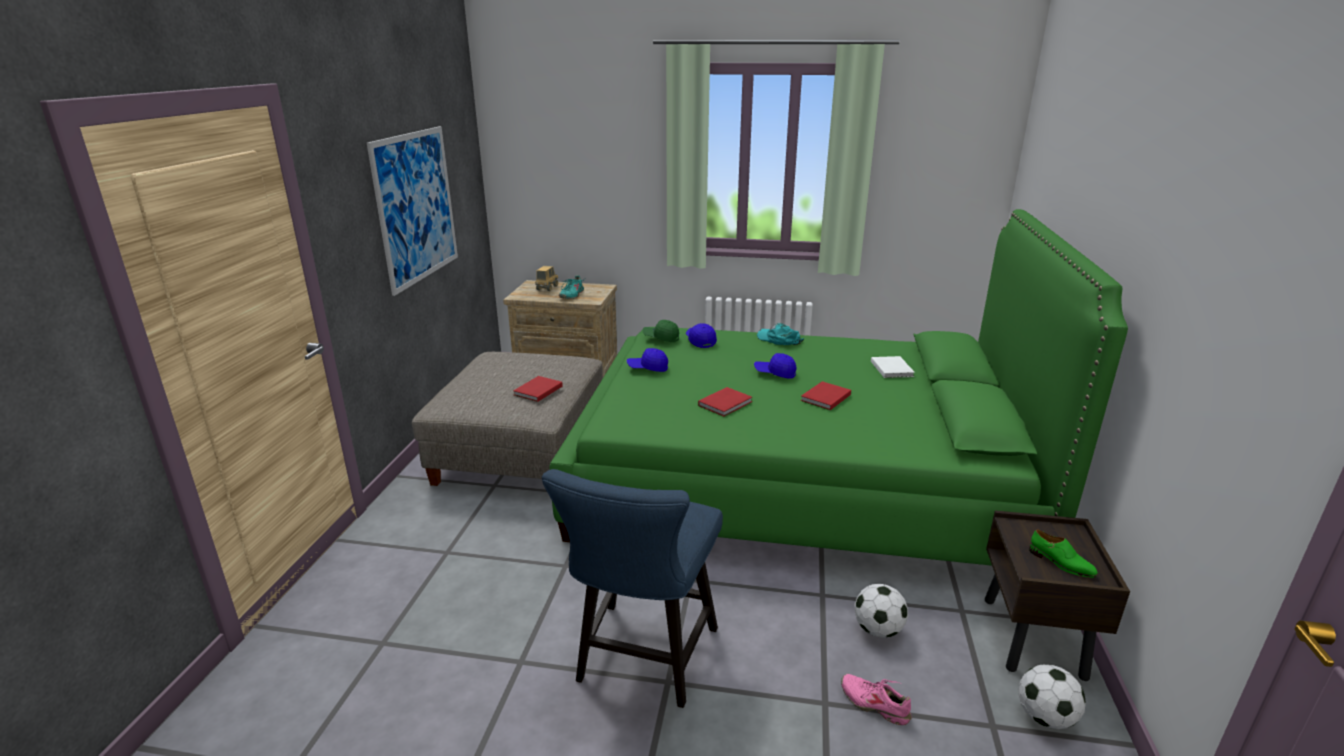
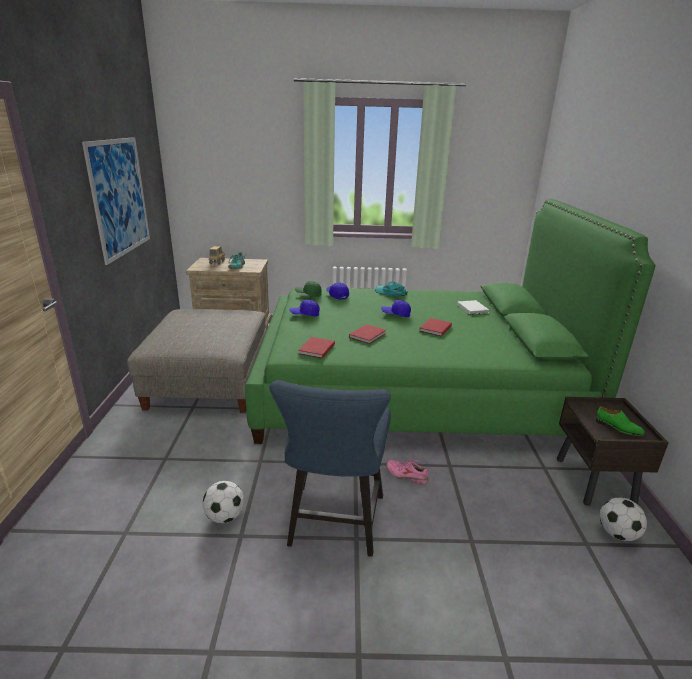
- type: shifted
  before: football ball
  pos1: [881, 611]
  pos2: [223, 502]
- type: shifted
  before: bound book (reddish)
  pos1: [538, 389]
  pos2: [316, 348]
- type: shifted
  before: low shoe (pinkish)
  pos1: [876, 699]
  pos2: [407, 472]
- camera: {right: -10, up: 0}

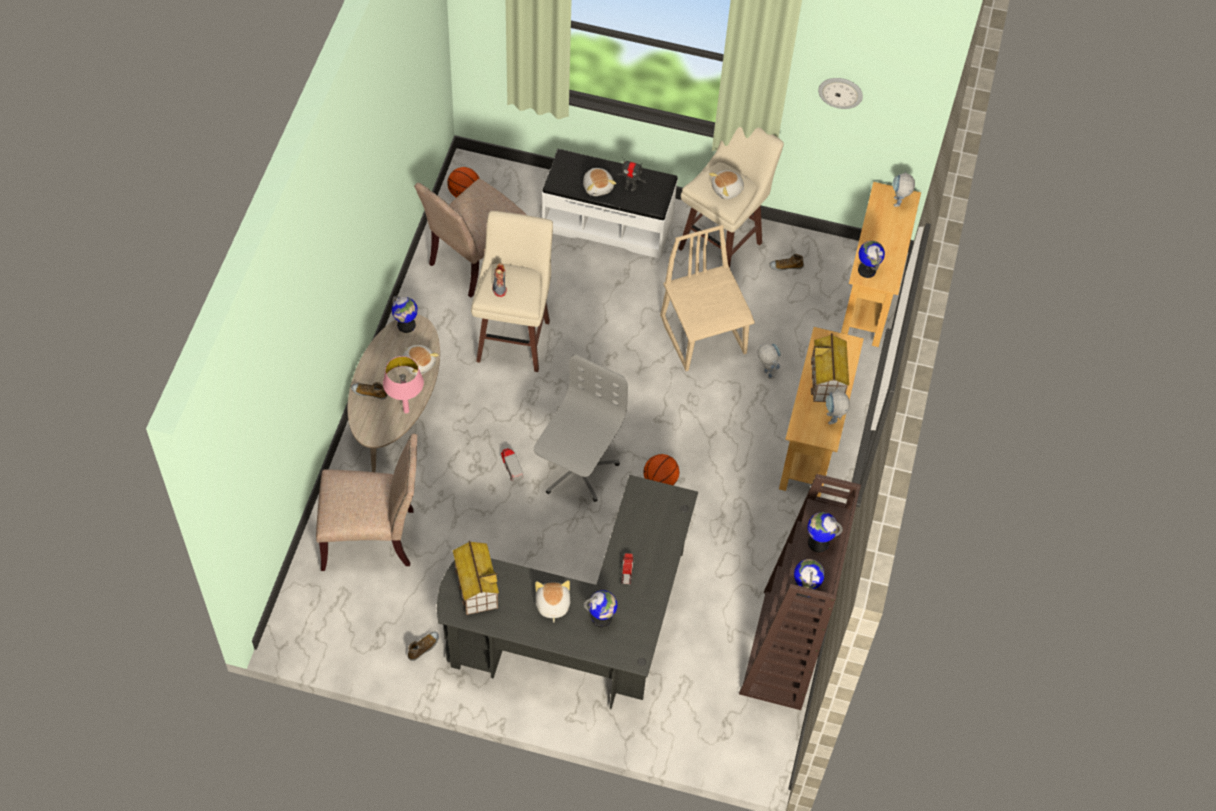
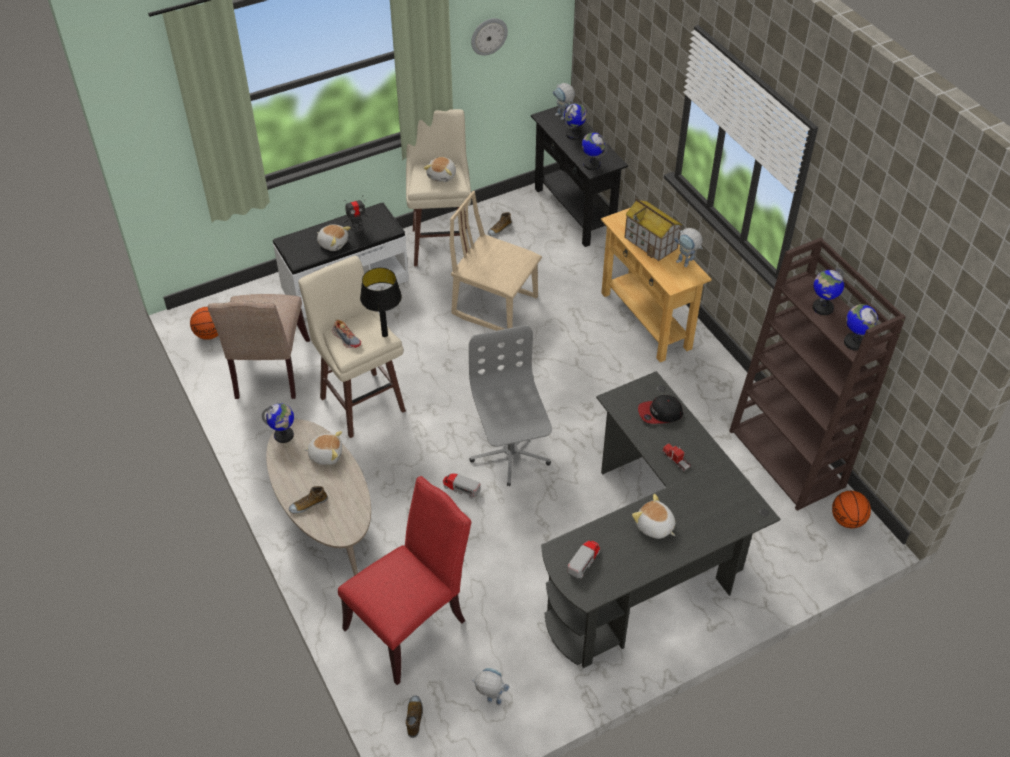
- type: repainted
  before: chair (beige)
  after: chair (reddish)
  pos1: [366, 502]
  pos2: [404, 580]
- type: new
  after: table lamp (blackish)
  pos2: [381, 302]
- type: shifted
  before: low shoe
  pos1: [423, 646]
  pos2: [414, 716]
- type: shifted
  before: toy robot
  pos1: [769, 361]
  pos2: [490, 687]
- type: repainted
  before: hall table (beige)
  after: hall table (blackish)
  pos1: [881, 264]
  pos2: [579, 175]
- type: shifted
  before: world globe
  pos1: [600, 608]
  pos2: [575, 121]
- type: swapped
  before: model house
  after: model truck
  pos1: [476, 578]
  pos2: [583, 559]
- type: new
  after: baseball cap
  pos2: [660, 409]
- type: shifted
  before: basketball
  pos1: [661, 469]
  pos2: [851, 510]
- type: gone
  before: table lamp (pinkish)
  pos1: [403, 384]
- camera: {right: -40, up: -10}

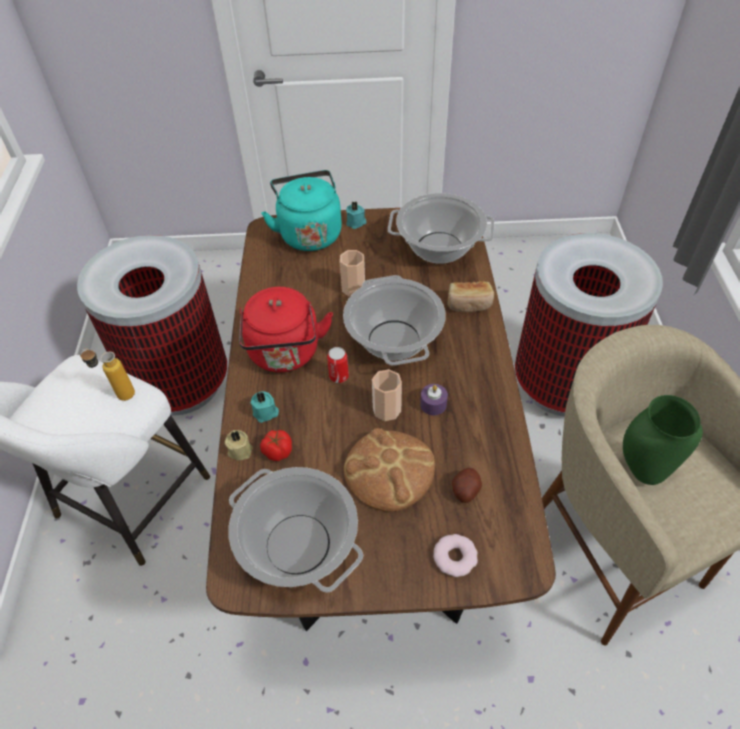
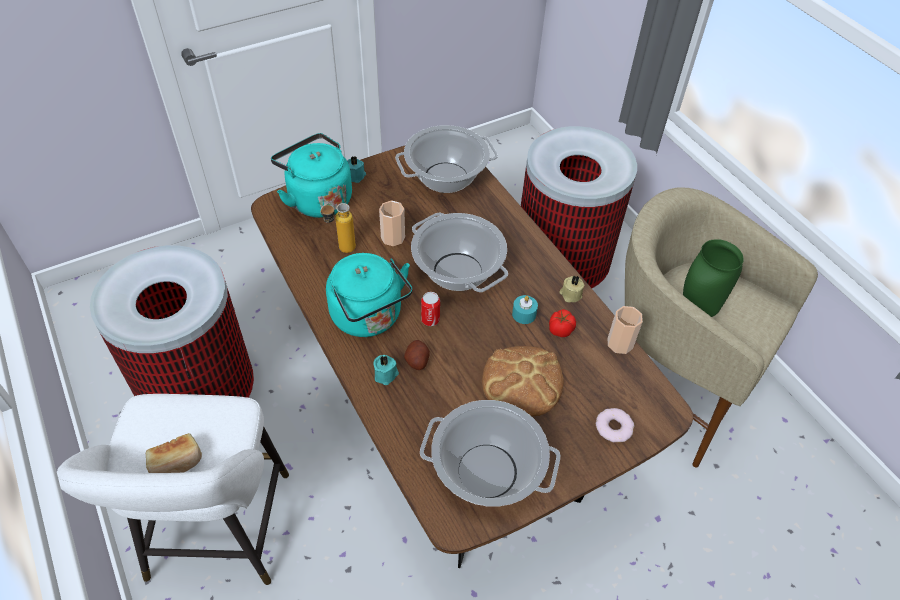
- type: shifted
  before: baked bread
  pos1: [470, 296]
  pos2: [174, 453]
- type: shifted
  before: beverage bottle
  pos1: [107, 375]
  pos2: [338, 228]
- type: repainted
  before: water kettle (reddish)
  after: water kettle (turquoise)
  pos1: [286, 329]
  pos2: [369, 295]
- type: shifted
  before: spud
  pos1: [467, 485]
  pos2: [417, 355]
- type: repainted
  before: wax candle (purple)
  after: wax candle (turquoise)
  pos1: [434, 399]
  pos2: [525, 309]
- type: shifted
  before: whole tomato
  pos1: [276, 445]
  pos2: [562, 323]
- type: shifted
  before: wax candle (beige)
  pos1: [239, 445]
  pos2: [571, 288]
- type: shifted
  before: small cup
  pos1: [387, 395]
  pos2: [625, 330]
- camera: {right: -30, up: 0}

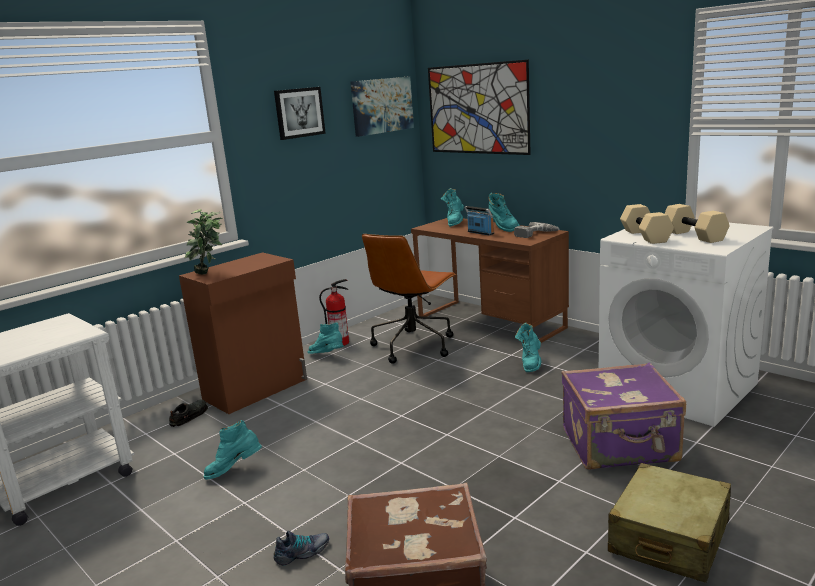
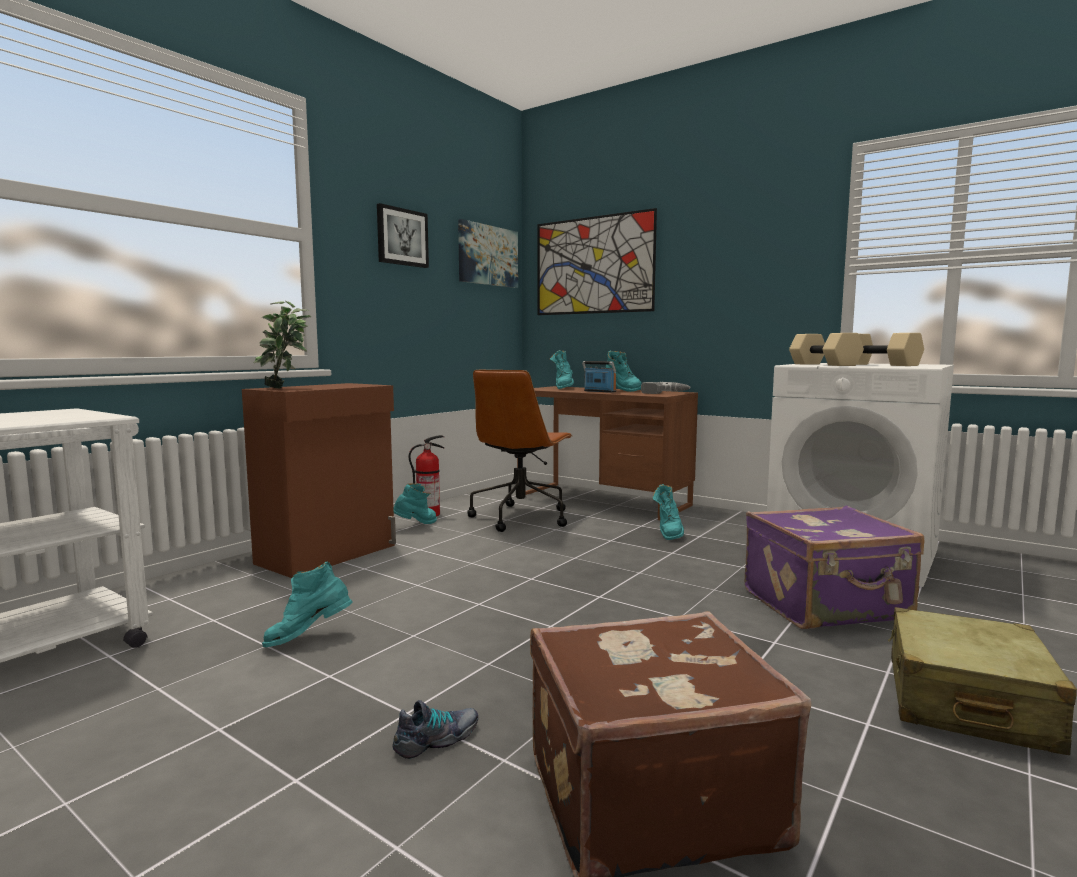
- type: rotated
  before: tall boot (turquoise)
  pos1: [326, 338]
  pos2: [415, 503]
  turn: 105
- type: gone
  before: low shoe (blackish)
  pos1: [188, 413]
- camera: {right: -10, up: -10}

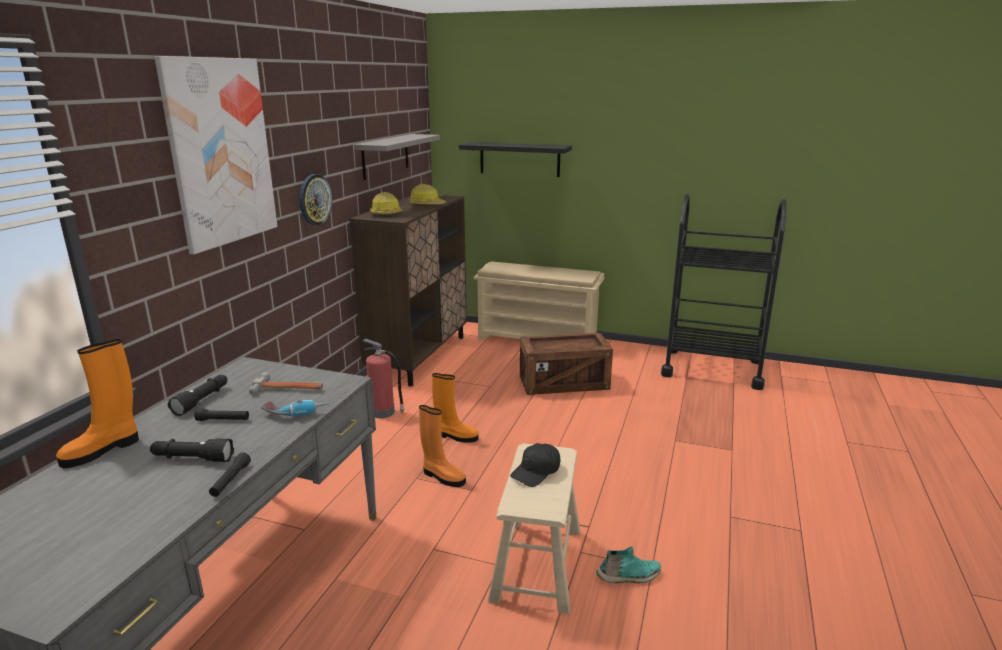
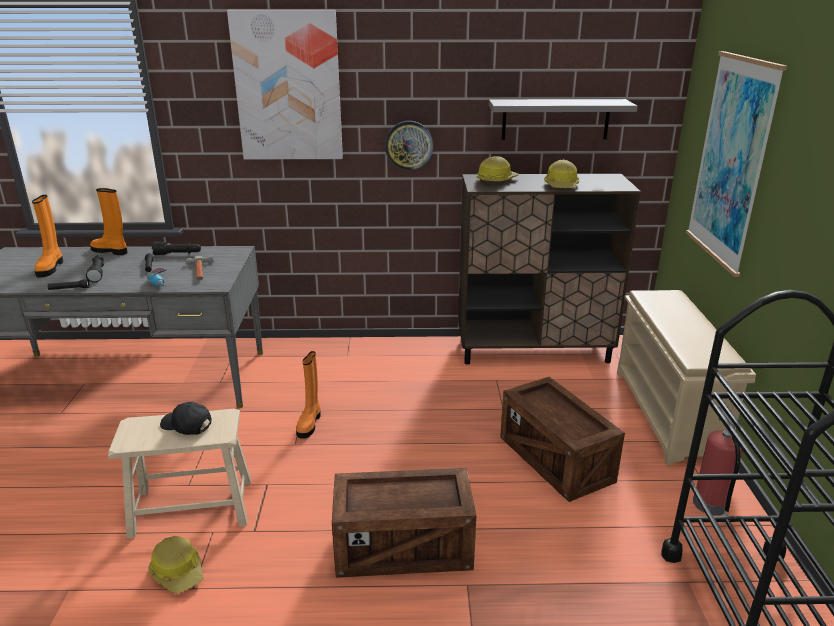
- type: shifted
  before: tall boot (orangey)
  pos1: [455, 408]
  pos2: [47, 236]
- type: swapped
  before: low shoe (turquoise)
  after: work helmet
  pos1: [628, 564]
  pos2: [176, 564]
- type: new
  after: crate
  pos2: [404, 523]
- type: swapped
  before: bracket shelf (blackish)
  after: wall picture
  pos1: [515, 159]
  pos2: [736, 164]
- type: shifted
  before: fire extinguisher
  pos1: [384, 378]
  pos2: [718, 465]
- camera: {right: 70, up: 5}

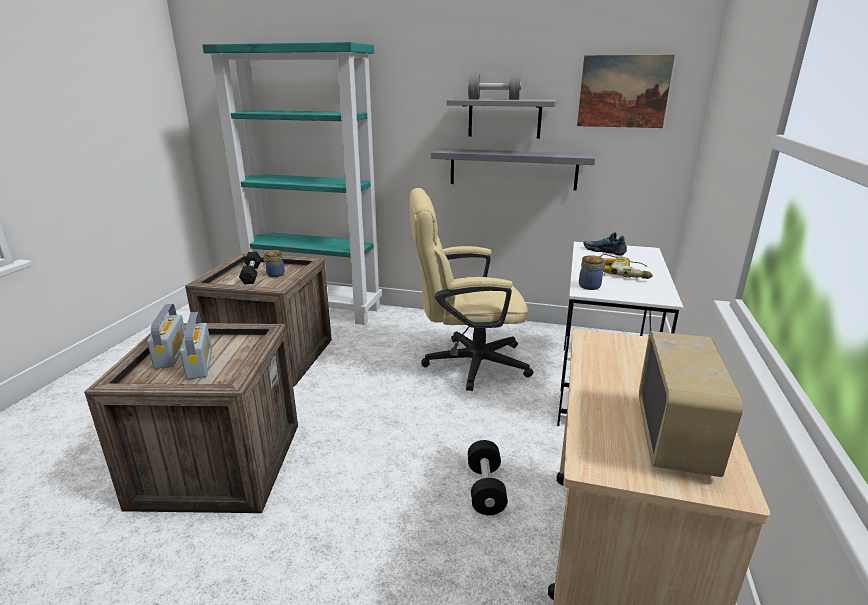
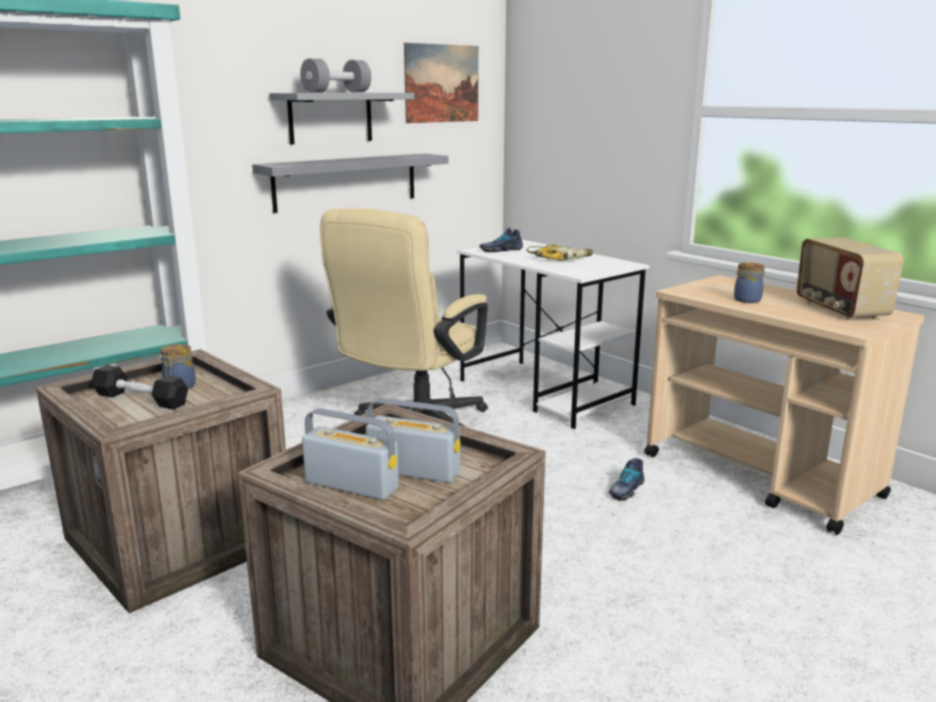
- type: swapped
  before: hand weight (blackish)
  after: low shoe
  pos1: [488, 477]
  pos2: [627, 479]
- type: shifted
  before: jar
  pos1: [592, 272]
  pos2: [749, 282]
- type: rotated
  before: radio set
  pos1: [691, 404]
  pos2: [850, 278]
  turn: -150
- camera: {right: -55, up: -5}

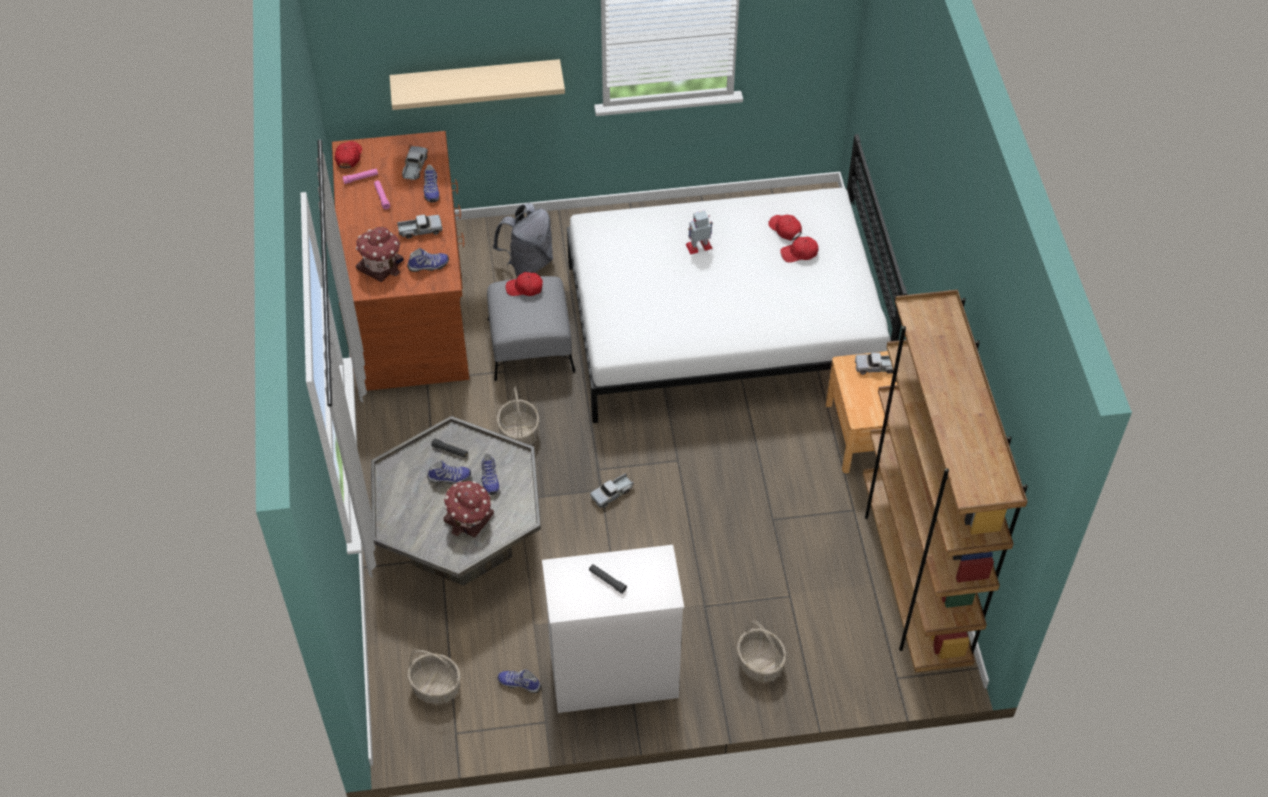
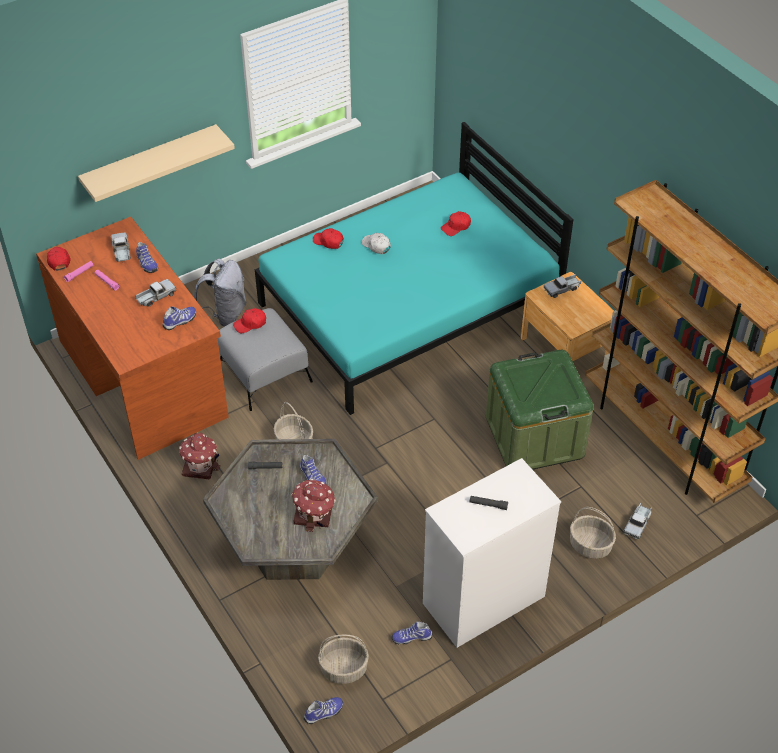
- type: shifted
  before: model house
  pos1: [380, 254]
  pos2: [199, 456]
- type: repainted
  before: bedroom bed (whitish)
  after: bedroom bed (turquoise)
  pos1: [737, 278]
  pos2: [414, 268]
- type: shifted
  before: low shoe
  pos1: [449, 472]
  pos2: [323, 710]
- type: shifted
  before: baseball cap (reddish)
  pos1: [785, 228]
  pos2: [328, 238]
- type: swapped
  before: toy robot
  after: baseball cap (whitish)
  pos1: [699, 232]
  pos2: [376, 243]
- type: new
  after: storage box (greenish)
  pos2: [540, 410]
- type: shifted
  before: model truck
  pos1: [612, 490]
  pos2: [637, 521]
- camera: {right: -25, up: -5}

